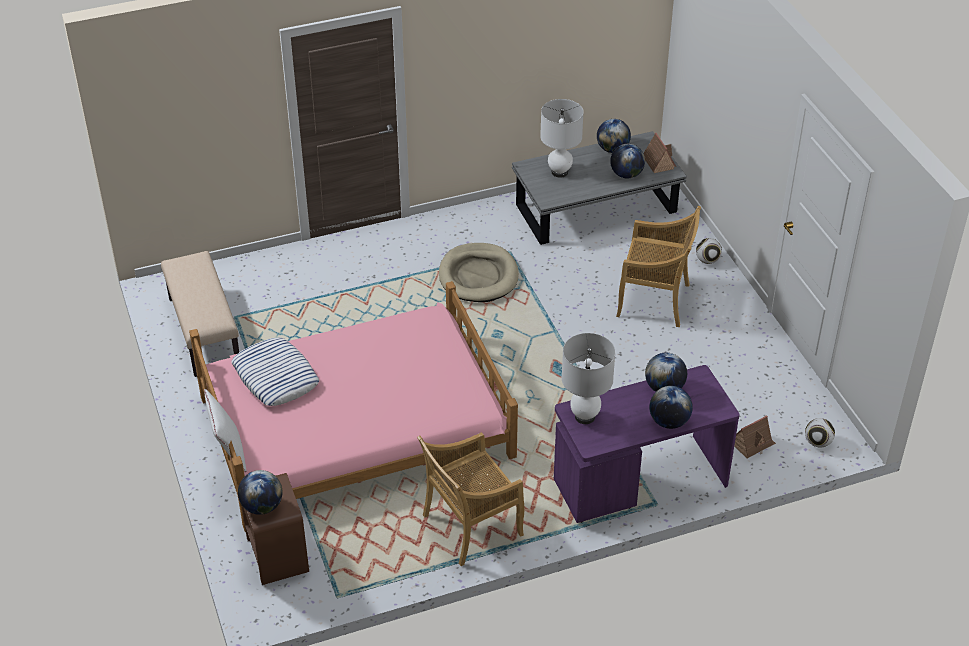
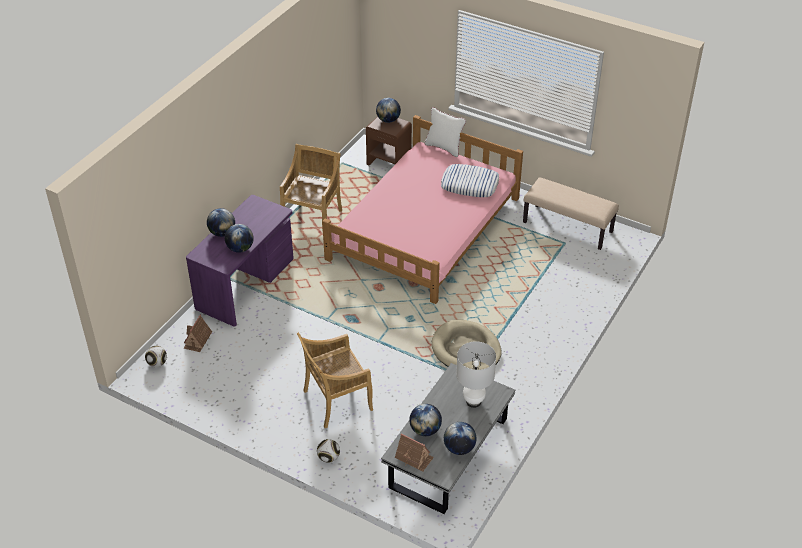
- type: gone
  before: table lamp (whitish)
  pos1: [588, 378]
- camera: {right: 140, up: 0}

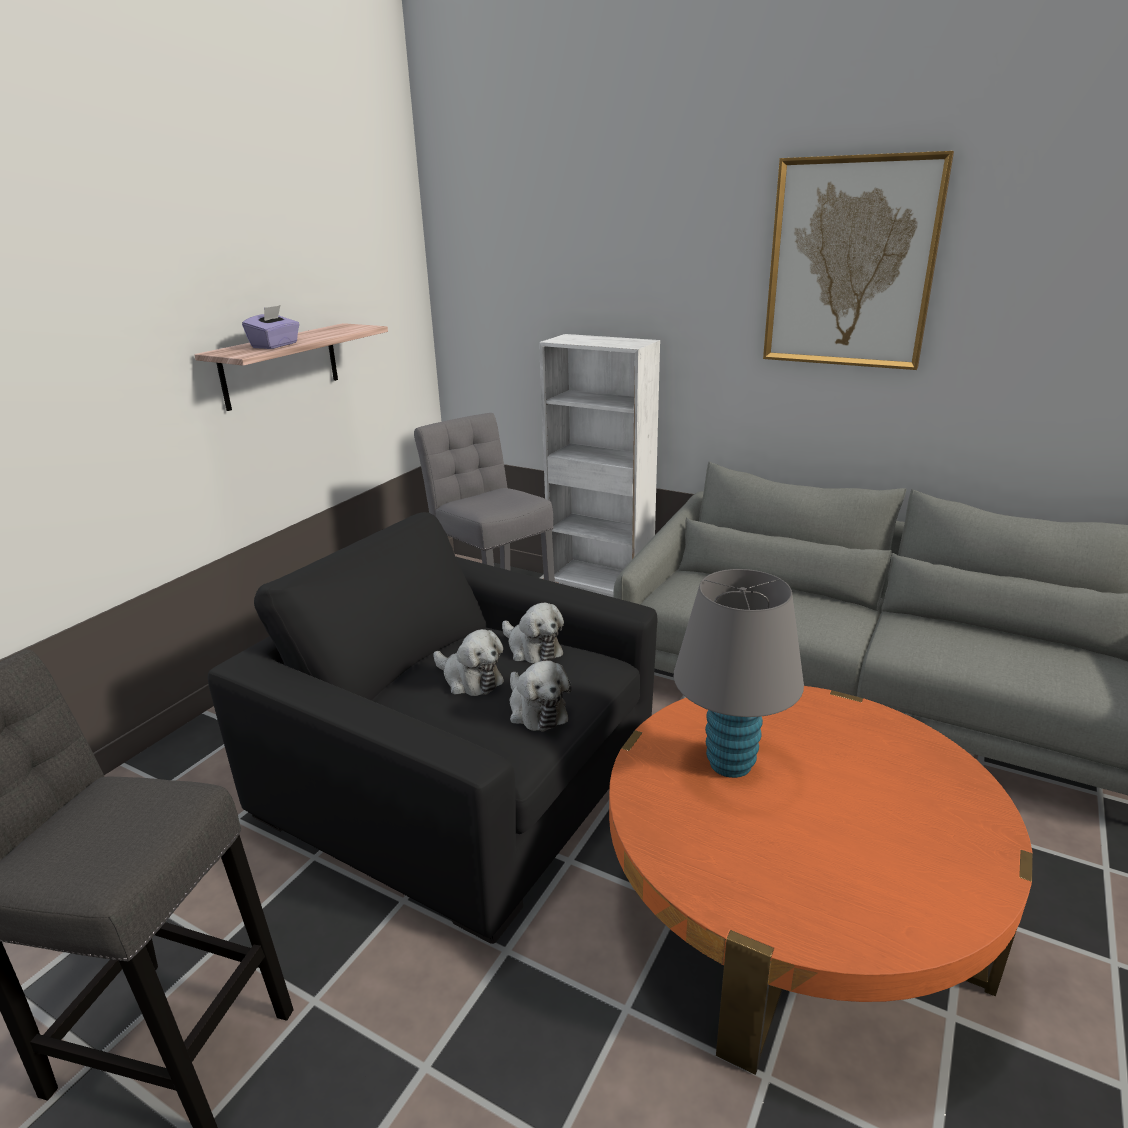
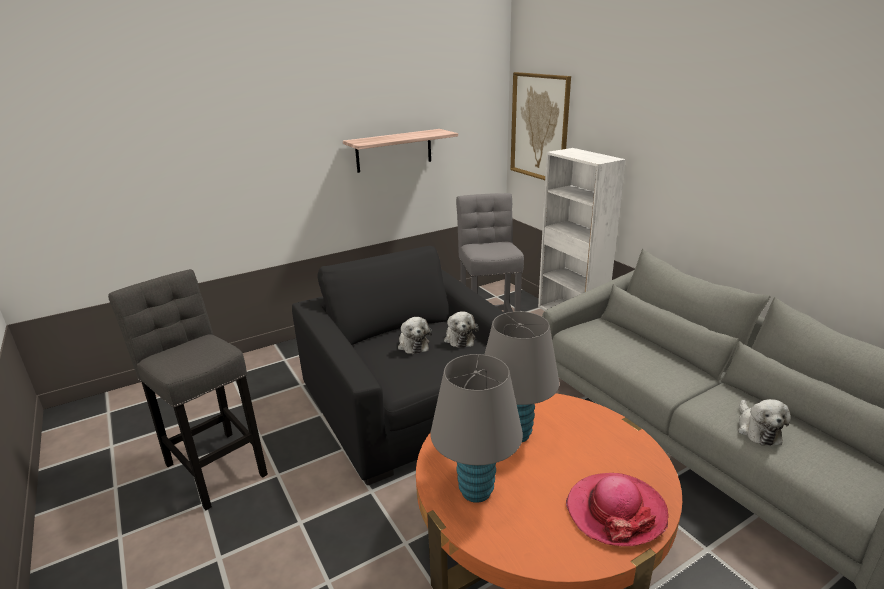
- type: new
  after: table lamp (gray)
  pos2: [477, 428]
- type: shifted
  before: wall picture
  pos1: [858, 260]
  pos2: [541, 126]
- type: new
  after: hat
  pos2: [617, 509]
- type: shifted
  before: cuddly toy
  pos1: [540, 696]
  pos2: [764, 422]
- type: gone
  before: tissue box (purple)
  pos1: [271, 327]
- camera: {right: 30, up: 0}

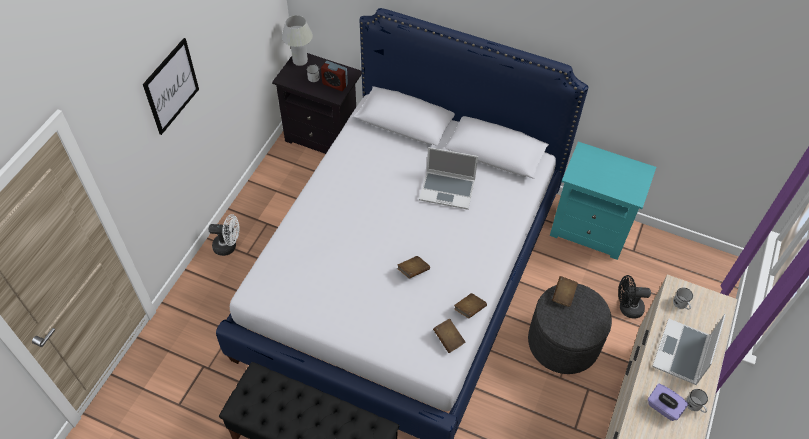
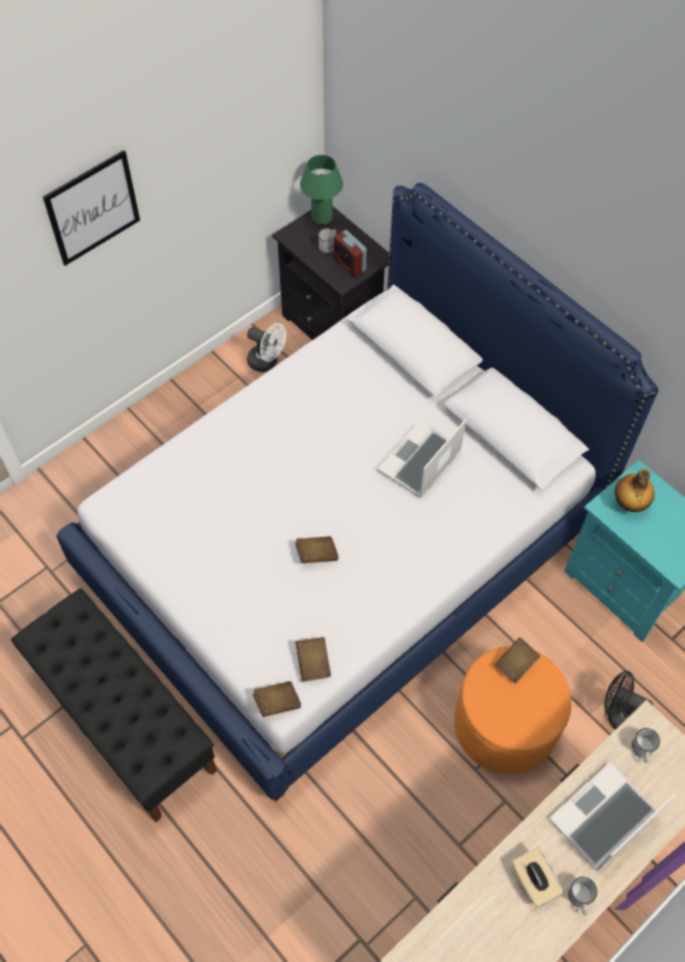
- type: shifted
  before: fan (whitish)
  pos1: [224, 235]
  pos2: [266, 347]
- type: shifted
  before: bound book (brownish)
  pos1: [470, 305]
  pos2: [277, 699]
- type: repainted
  before: table lamp (whitish)
  after: table lamp (greenish)
  pos1: [297, 40]
  pos2: [321, 190]
- type: rotated
  before: portable computer
  pos1: [448, 178]
  pos2: [421, 458]
  turn: 90
- type: repainted
  before: footrest (gray)
  after: footrest (orangey)
  pos1: [570, 329]
  pos2: [513, 710]
- type: repainted
  before: tissue box (purple)
  after: tissue box (beige)
  pos1: [668, 402]
  pos2: [538, 877]
- type: new
  after: beverage bottle
  pos2: [634, 490]
- camera: {right: 25, up: 5}

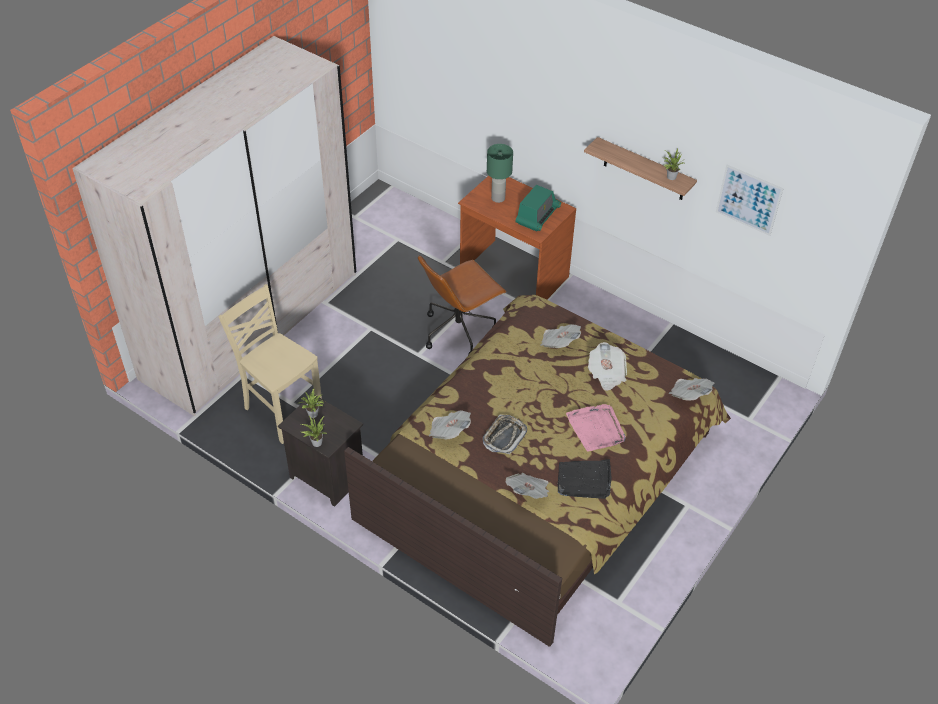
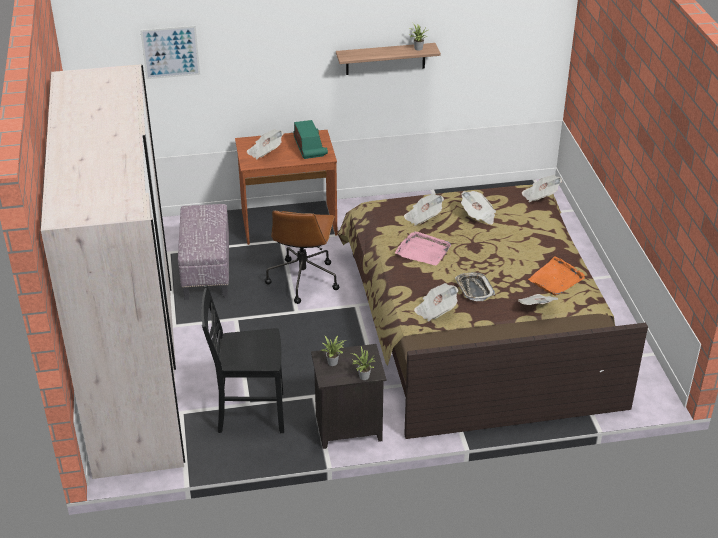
- type: shifted
  before: wall picture
  pos1: [750, 200]
  pos2: [170, 52]
- type: new
  after: footrest
  pos2: [203, 252]
- type: repainted
  before: chair (beige)
  after: chair (blackish)
  pos1: [270, 364]
  pos2: [242, 359]
- type: swapped
  before: table lamp (greenish)
  after: newspaper
  pos1: [500, 173]
  pos2: [265, 144]
- type: shifted
  before: carrying tray (pinkish)
  pos1: [596, 428]
  pos2: [423, 248]
- type: repainted
  before: carrying tray (blackish)
  after: carrying tray (orangey)
  pos1: [585, 479]
  pos2: [556, 276]
- camera: {right: -45, up: -10}

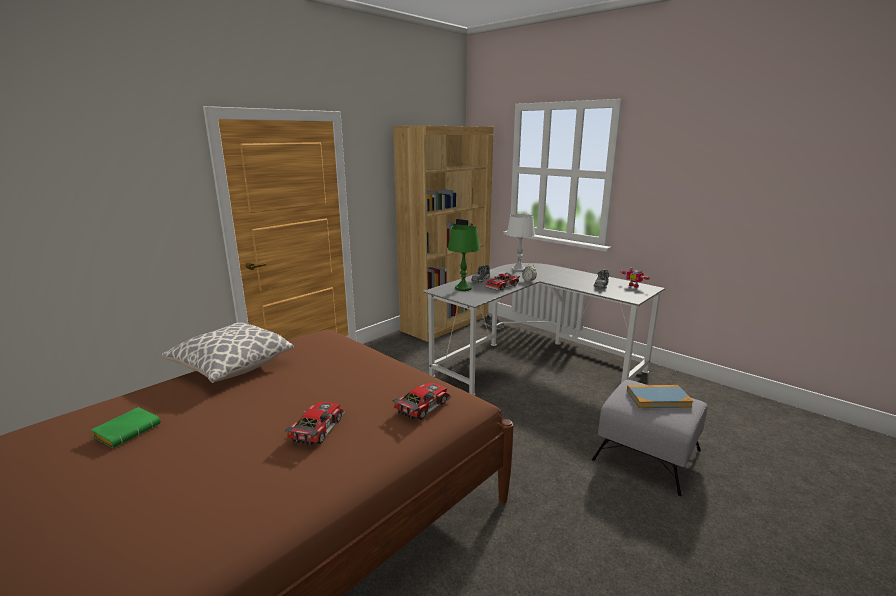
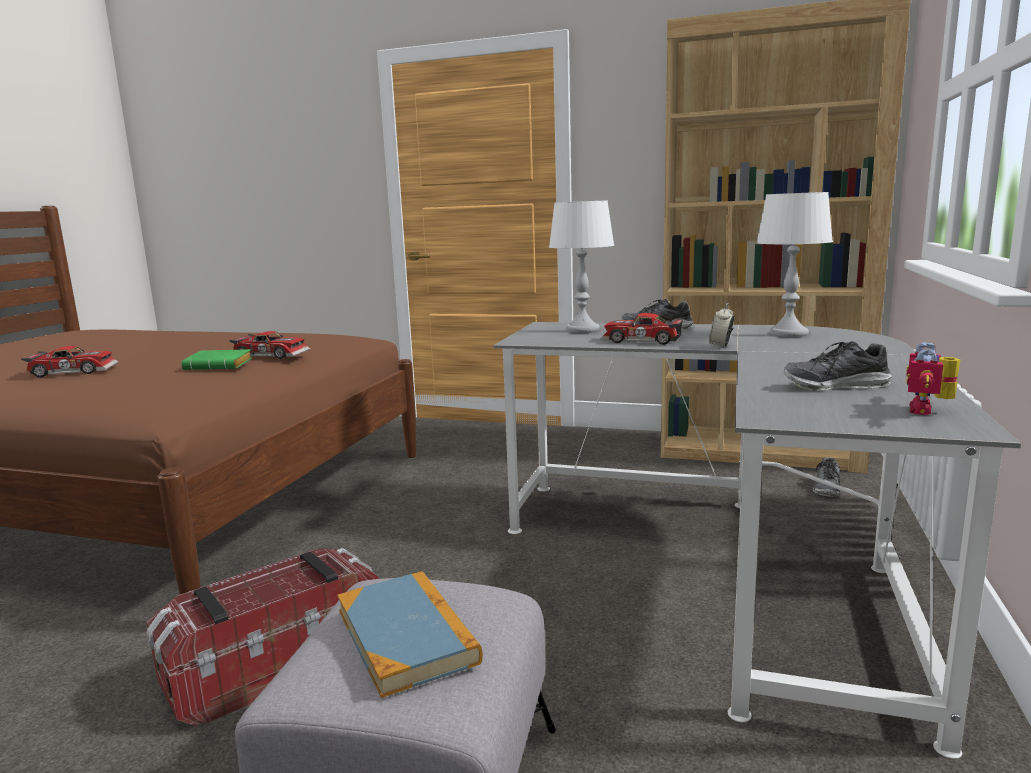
- type: new
  after: storage box
  pos2: [262, 638]
- type: shifted
  before: bound book (greenish)
  pos1: [125, 427]
  pos2: [216, 359]
- type: shifted
  before: model car
  pos1: [422, 401]
  pos2: [269, 345]
- type: repainted
  before: table lamp (greenish)
  after: table lamp (whitish)
  pos1: [464, 258]
  pos2: [581, 267]
- type: gone
  before: cushion
  pos1: [228, 352]
- camera: {right: 65, up: -5}

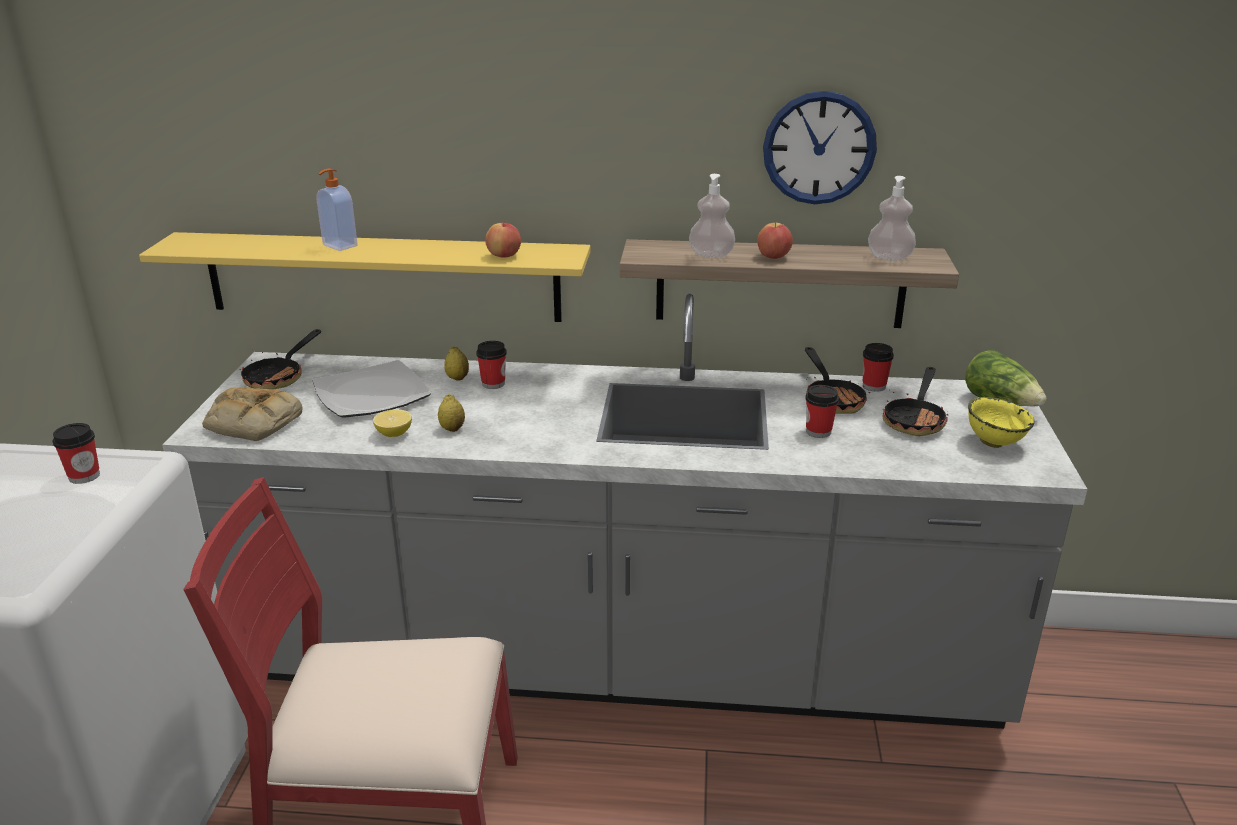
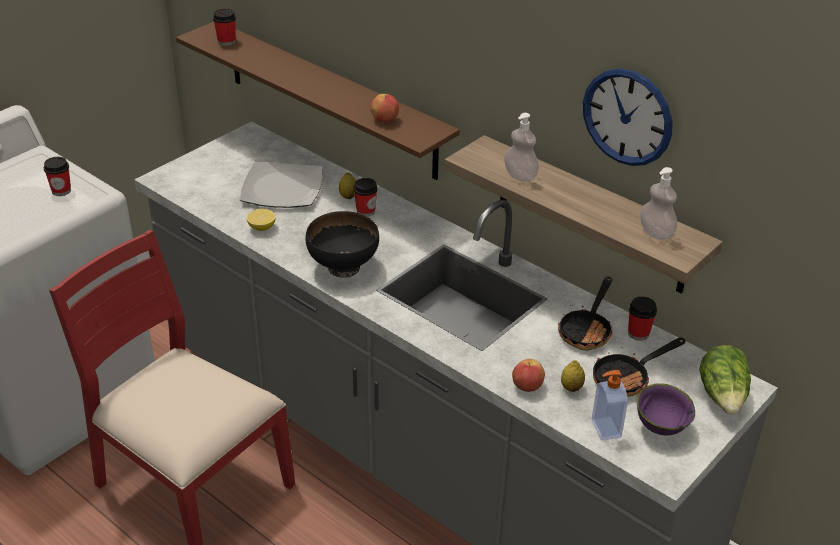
- type: repainted
  before: bracket shelf (yellowish)
  after: bracket shelf (brownish)
  pos1: [365, 277]
  pos2: [318, 101]
- type: shifted
  before: small cup
  pos1: [822, 411]
  pos2: [224, 27]
- type: new
  after: deep dish (blackish)
  pos2: [342, 244]
- type: shifted
  before: whole apple
  pos1: [775, 240]
  pos2: [528, 375]
- type: shifted
  before: lemon
  pos1: [451, 413]
  pos2: [573, 376]
- type: shifted
  before: soap dispenser
  pos1: [337, 210]
  pos2: [610, 405]
- type: repainted
  before: deep dish (yellowish)
  after: deep dish (purple)
  pos1: [1001, 422]
  pos2: [666, 409]
- type: gone
  before: baked bread
  pos1: [252, 414]
- type: gone
  before: skillet
  pos1: [280, 359]
- camera: {right: 35, up: 10}

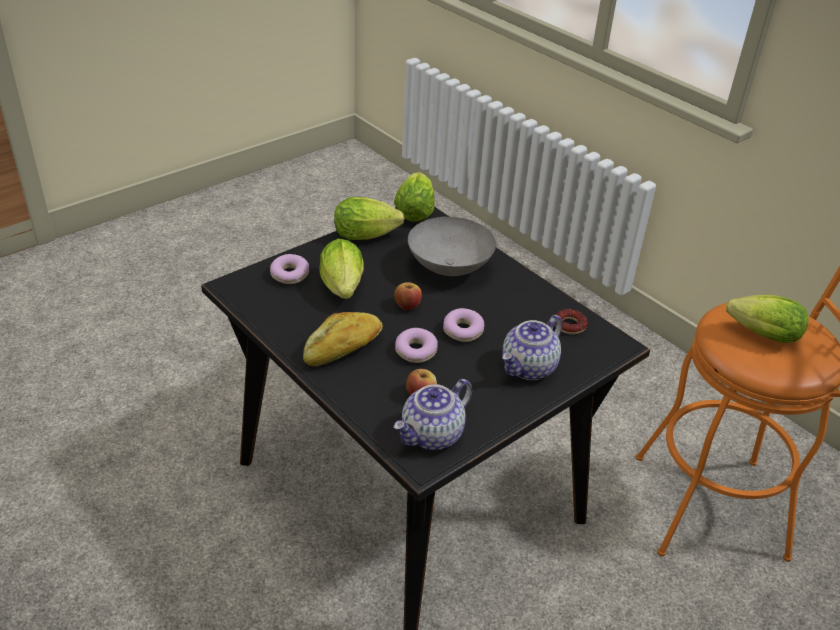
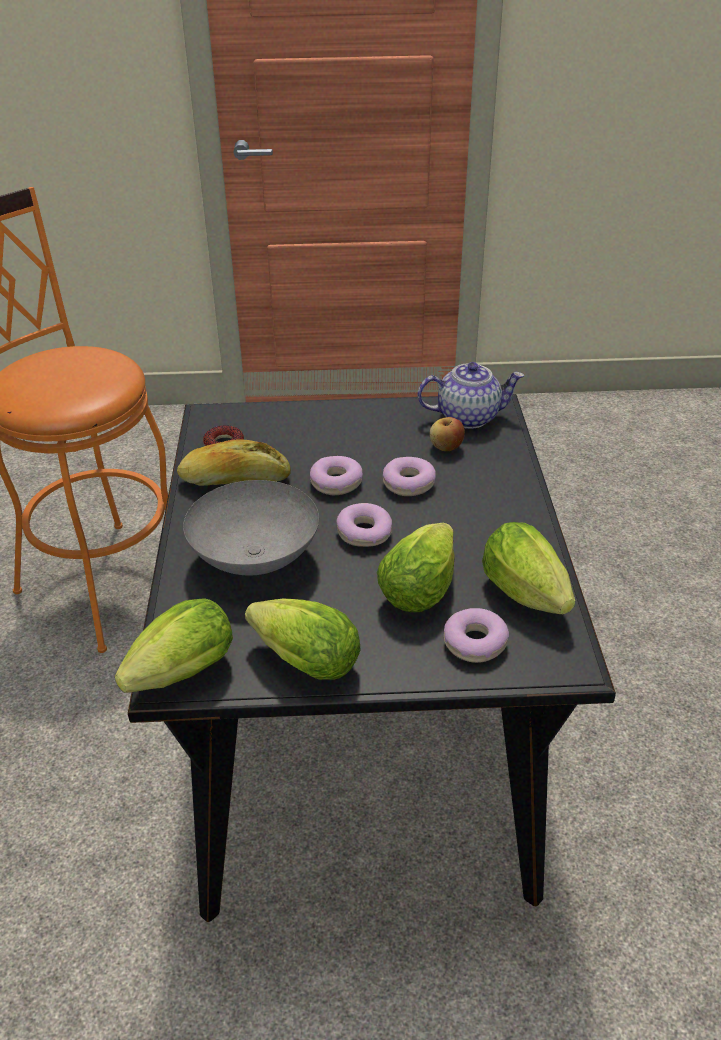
- type: shifted
  before: baked bread
  pos1: [343, 339]
  pos2: [234, 462]
- type: swapped
  before: whole apple
  after: doughnut
  pos1: [408, 296]
  pos2: [364, 525]
- type: shifted
  before: lettuce
  pos1: [767, 319]
  pos2: [528, 568]
- type: gone
  before: teapot
  pos1: [532, 347]
- camera: {right: -140, up: 0}

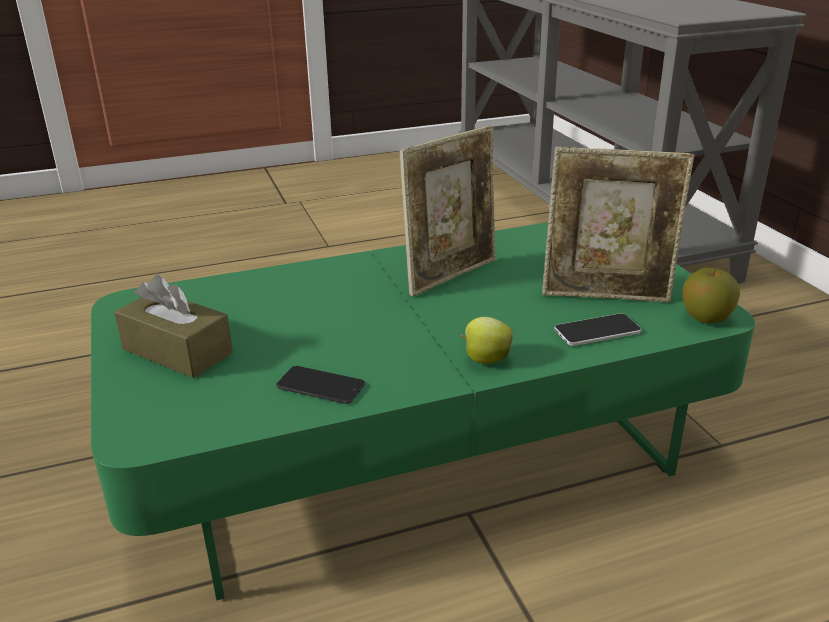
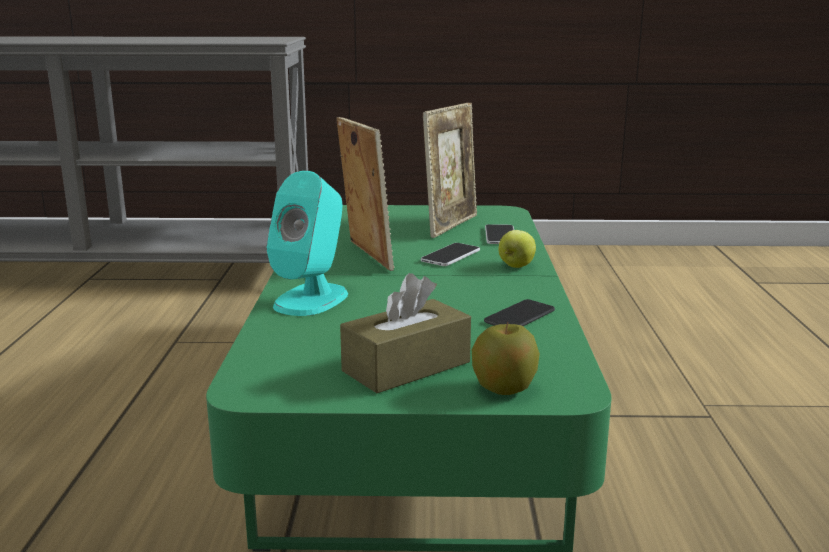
- type: new
  after: speaker (turquoise)
  pos2: [307, 243]
- type: new
  after: handset
  pos2: [450, 254]
- type: shifted
  before: whole apple
  pos1: [711, 295]
  pos2: [506, 358]
- camera: {right: -70, up: -10}

